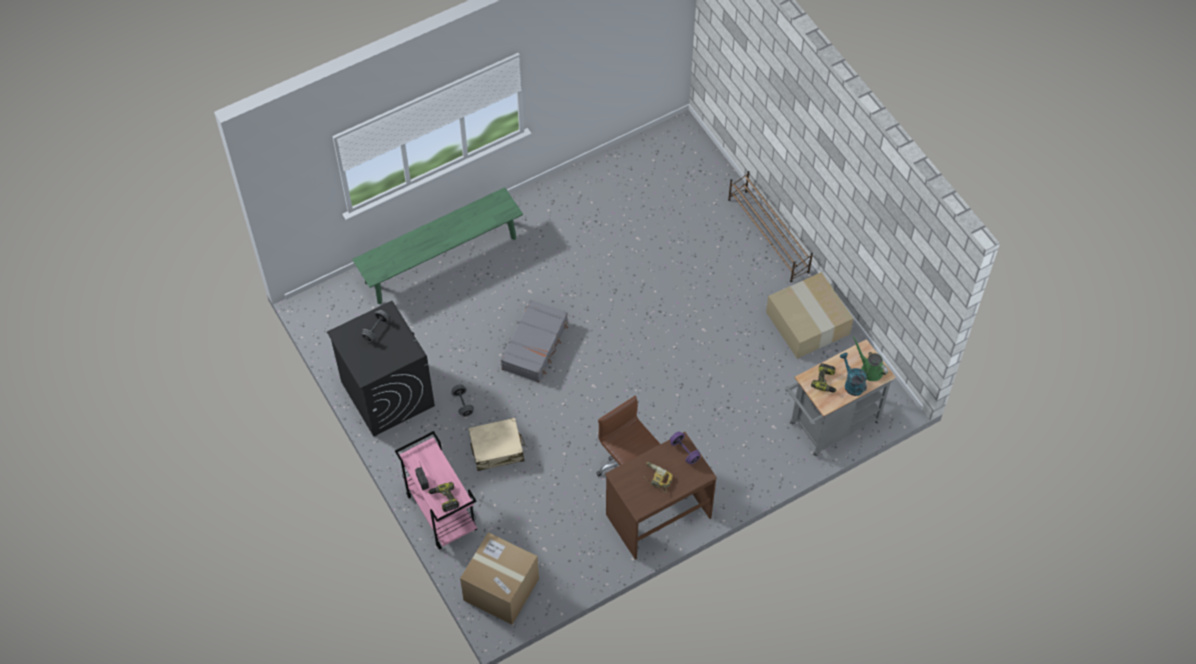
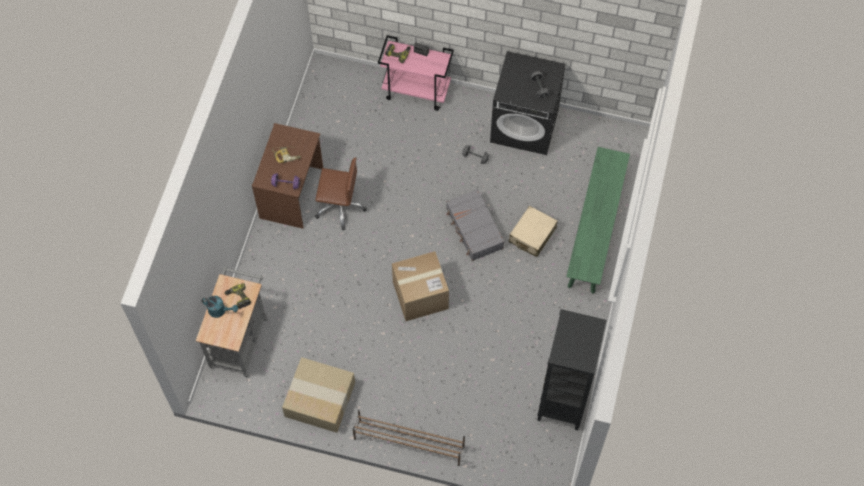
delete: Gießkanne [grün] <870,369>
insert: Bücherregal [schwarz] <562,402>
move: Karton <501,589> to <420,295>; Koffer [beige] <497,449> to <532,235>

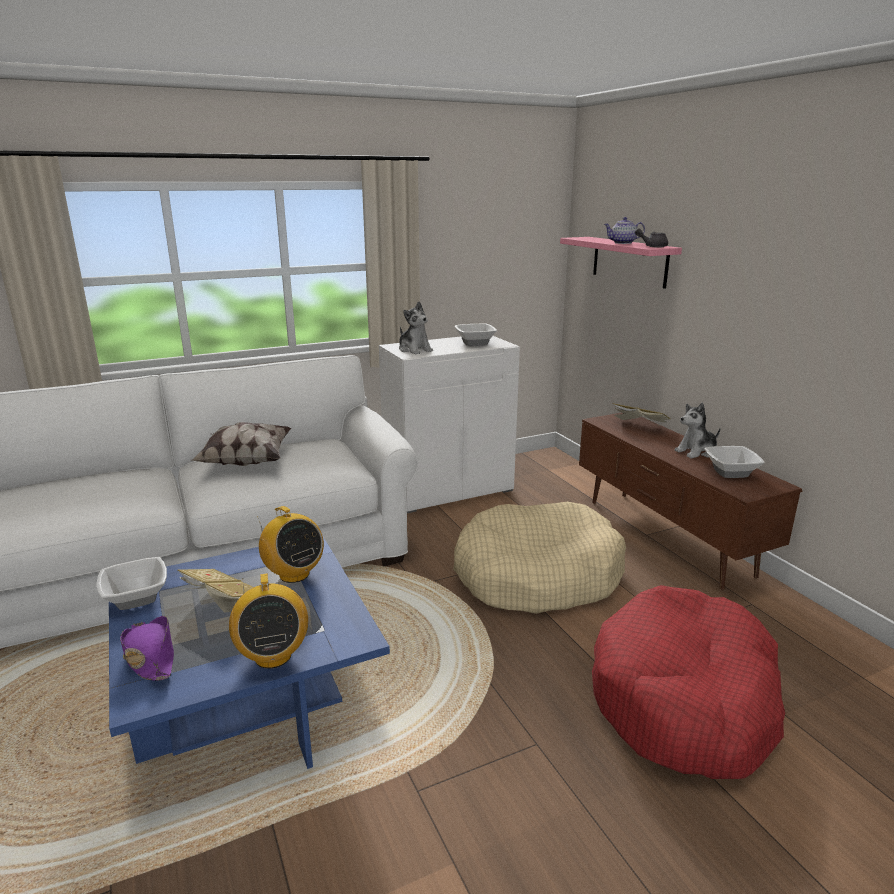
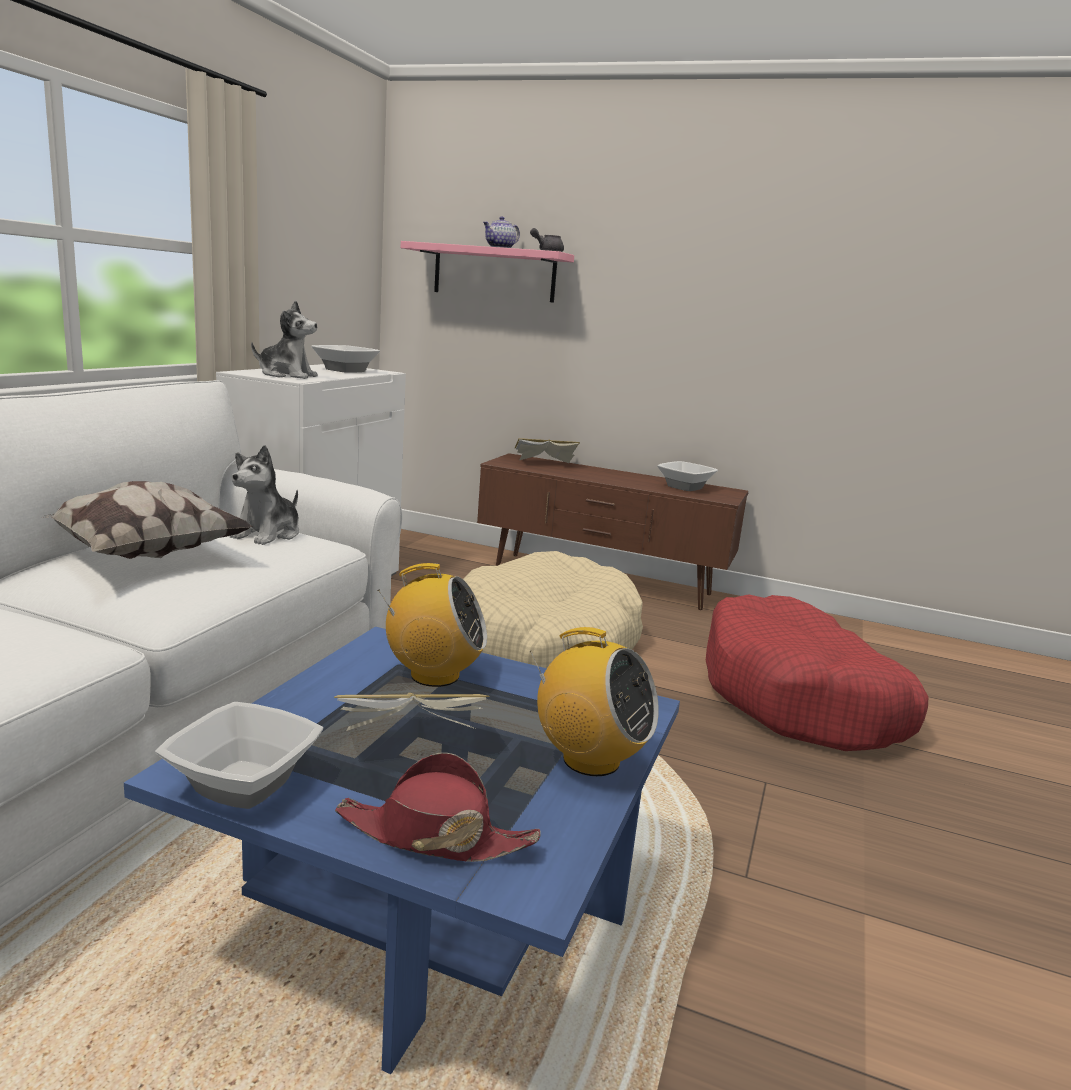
move: Plüschtier <696,452> to <268,534>
recolor: Hut [lila] <150,656> to Hut [rot] <434,835>

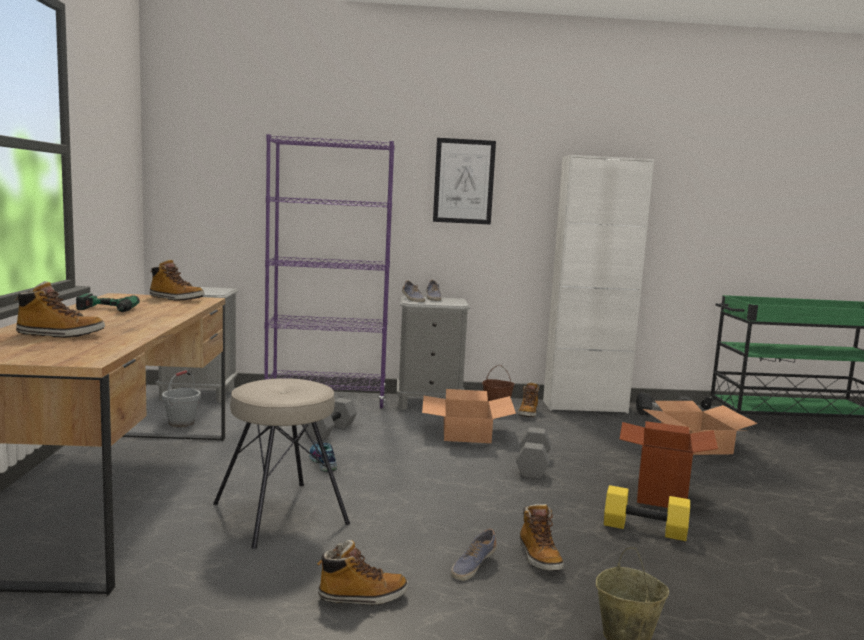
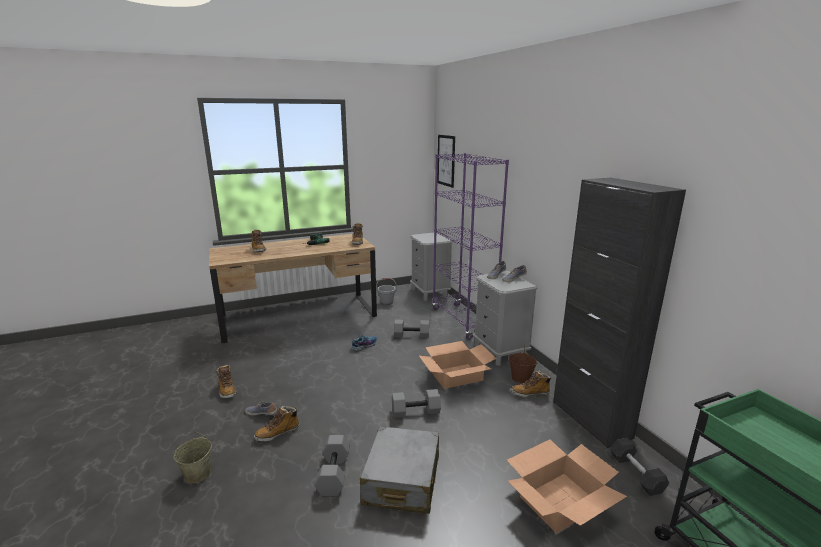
delete: Hocker [beige] <281,513>
move: Bild <464,181> to <446,160>
replace: Karton <660,495> to Koffer [grau] <402,480>
recolor: Hantel [gelb] <645,528> to Hantel [grau] <334,474>; Schrank [weiß] <584,406> to Schrank [schwarz] <591,419>

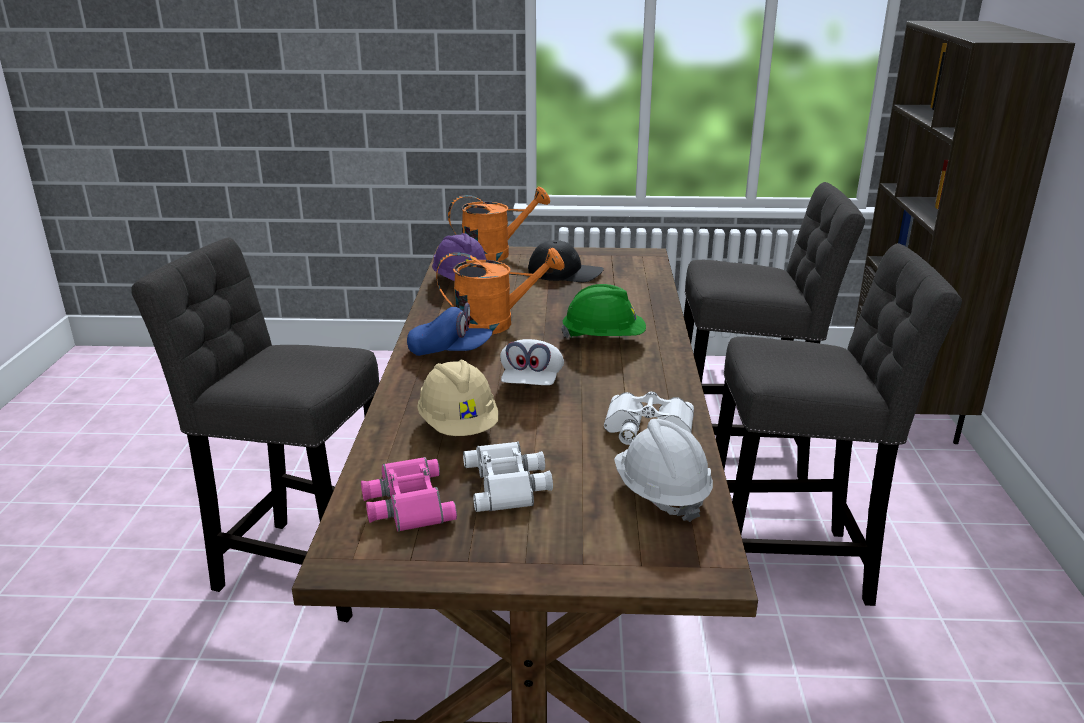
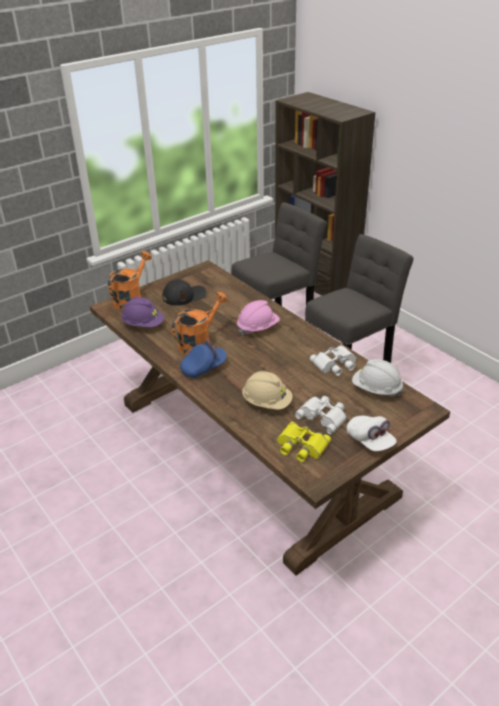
delete: Hocker [grau] <300,567>
move: Kappe [weiß] <531,383> to <370,441>
recolor: Schutzhelm [grün] <604,339> to Schutzhelm [rosa] <258,328>; Fernglas [rosa] <406,503> to Fernglas [gelb] <300,446>

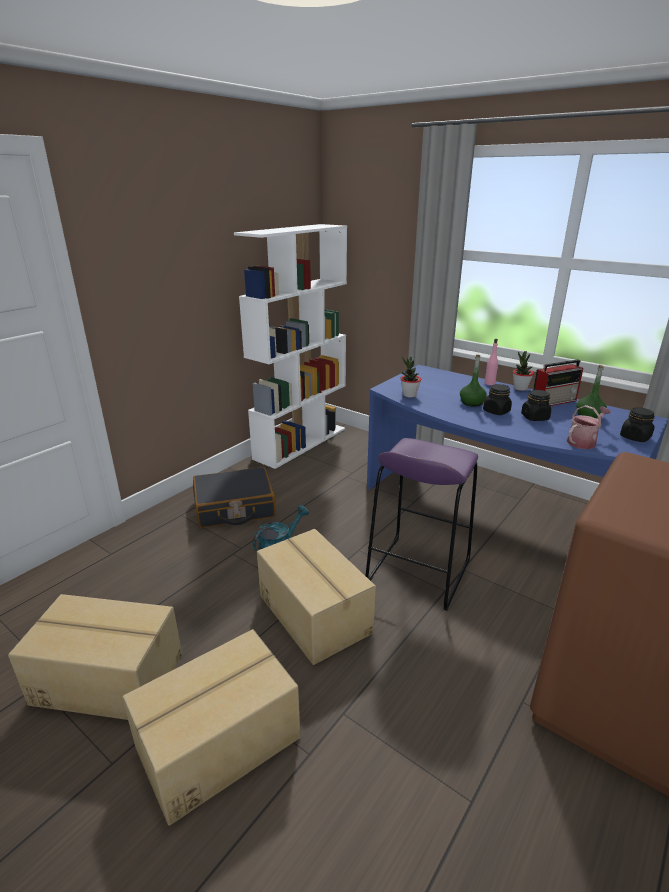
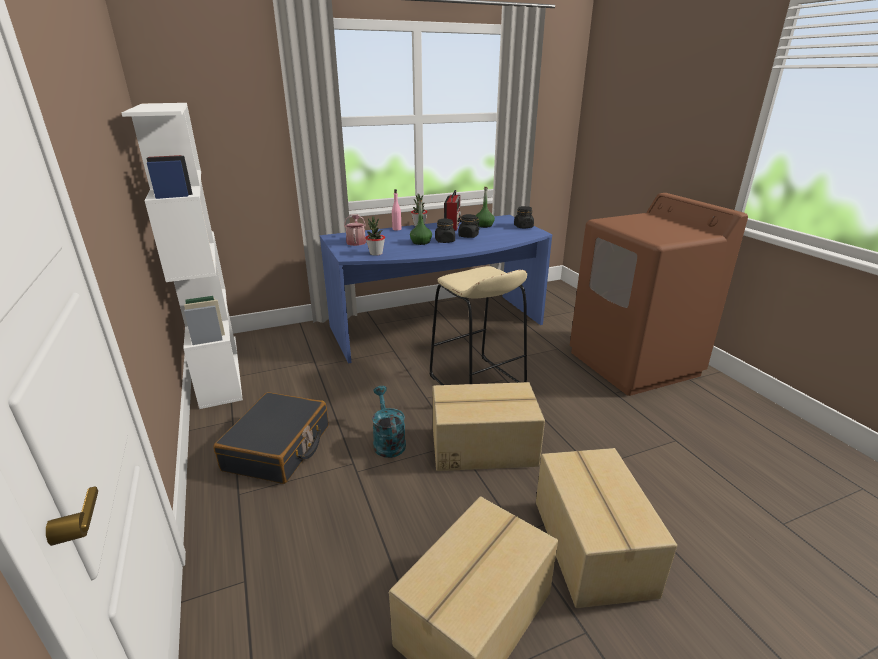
move: Gießkanne <583,441> to <356,241>
recolor: Hocker [lila] <418,571> to Hocker [beige] <476,382>

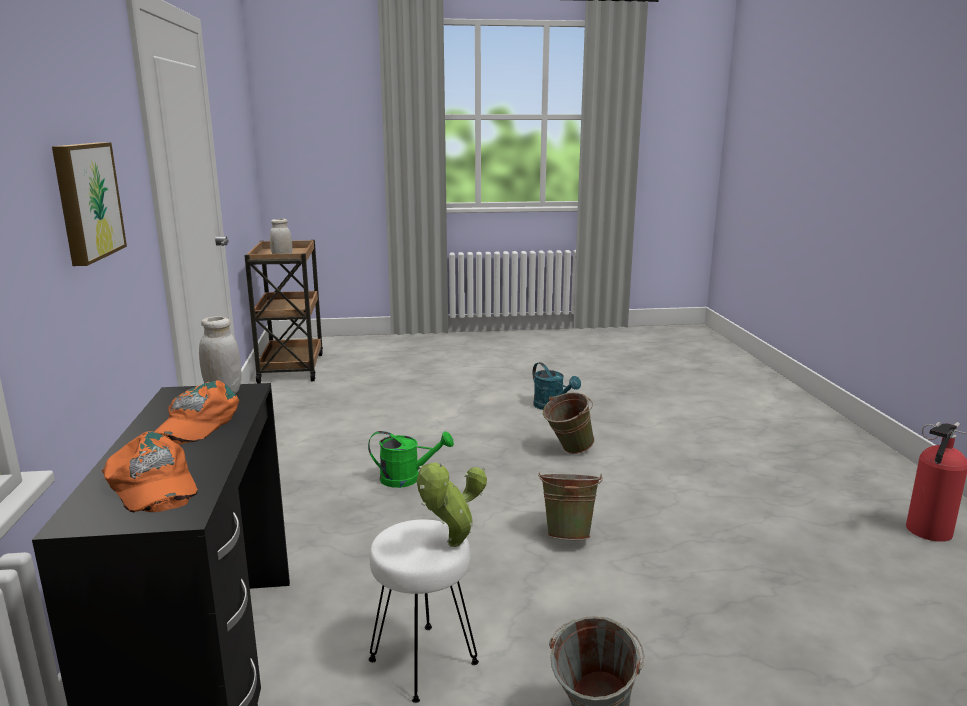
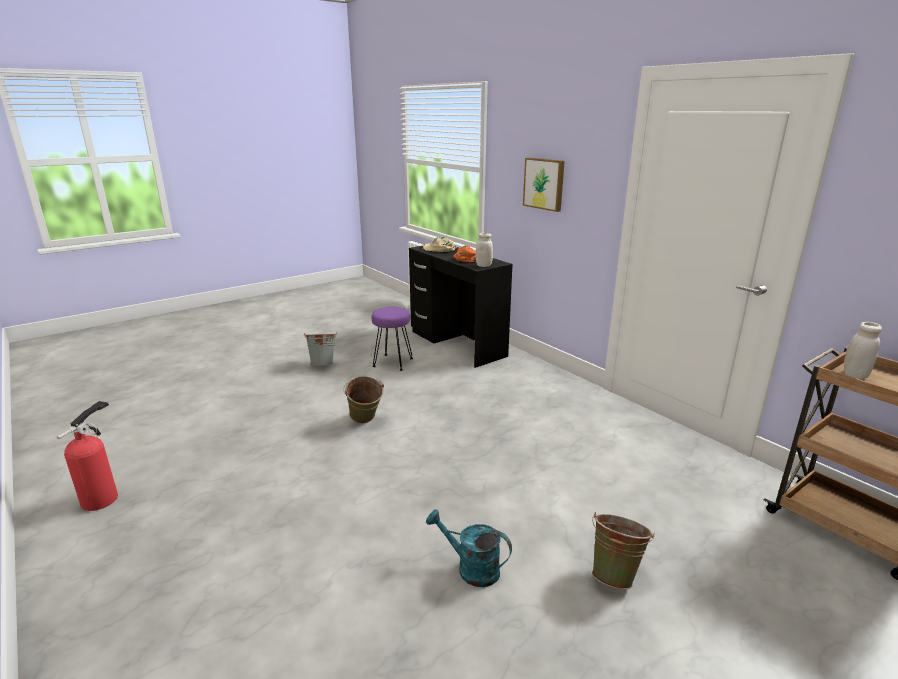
delete: Gießkanne [grün] <407,479>; Topfpflanze <451,546>
move: Eimer [grün] <567,451> to <615,574>
recolor: Hocker [weiß] <423,663> to Hocker [lila] <392,362>; Kappe [orange] <151,485> to Kappe [beige] <439,249>

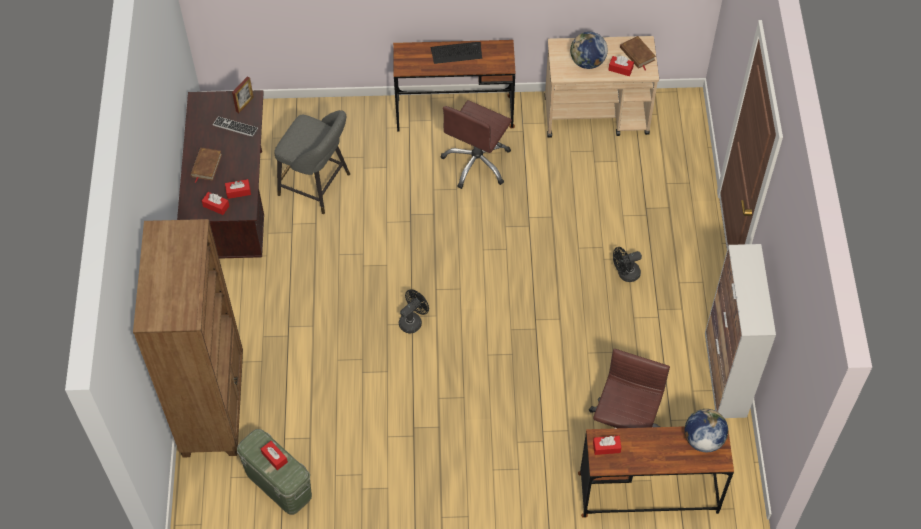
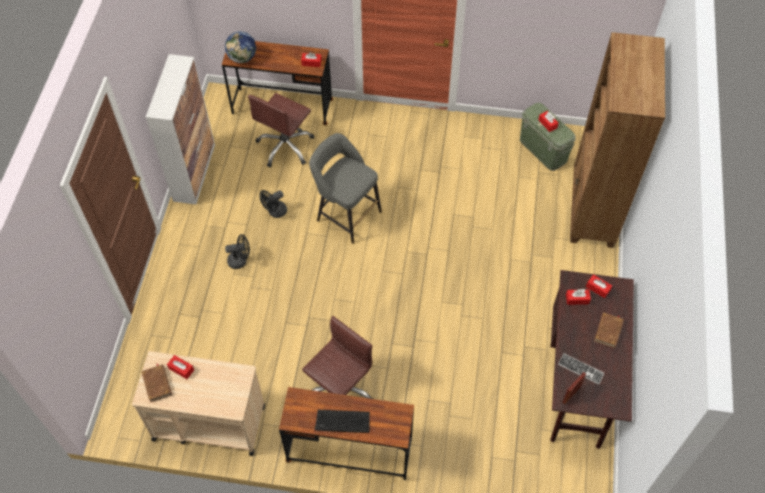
delete: Globus <587,62>
move: Ventilator [schwarz] <413,321> to <275,212>; Hocker [grau] <318,186> to <346,214>

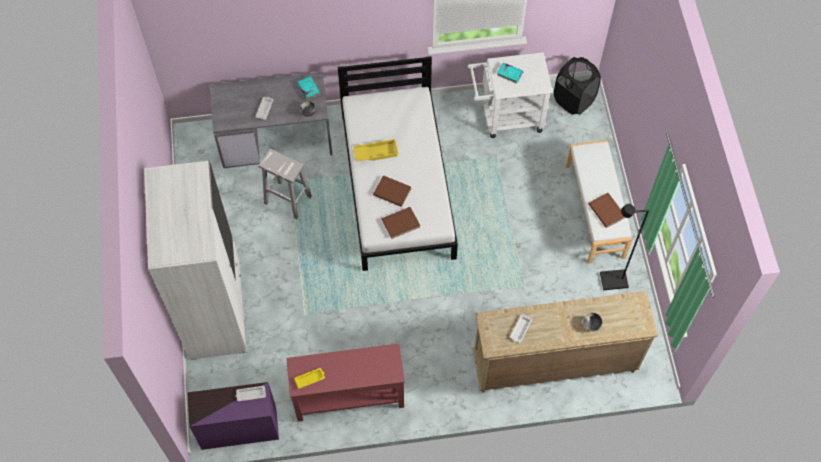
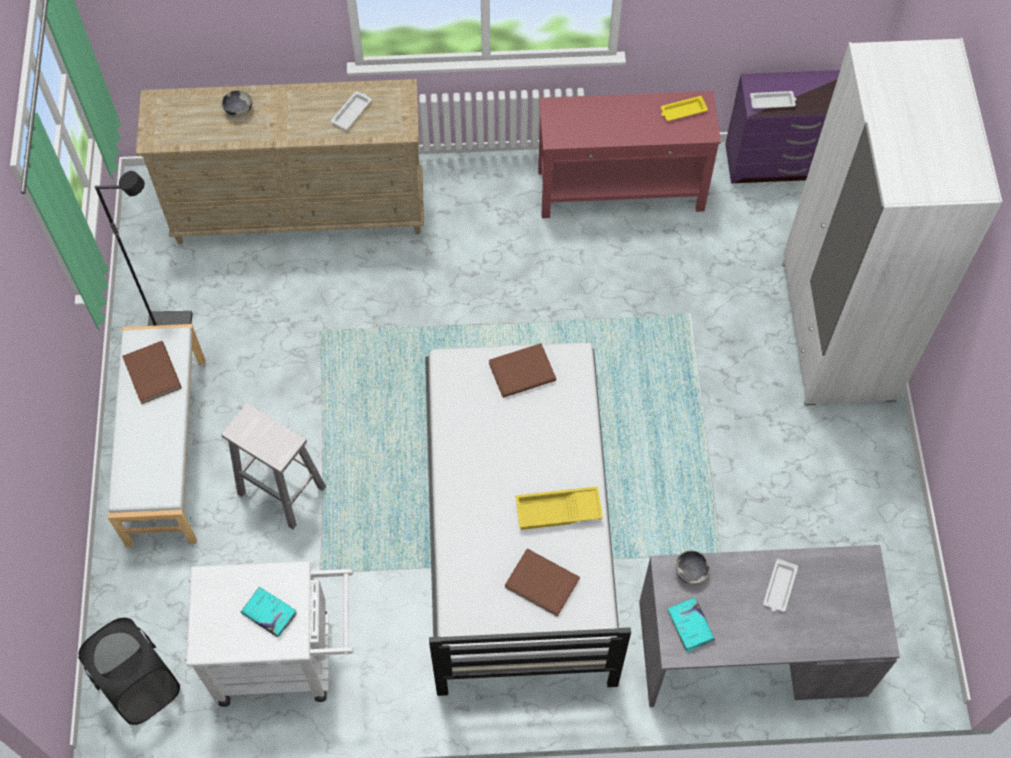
move: Hocker [weiß] <287,199> to <283,491>; Buch [braun] <392,191> to <541,584>

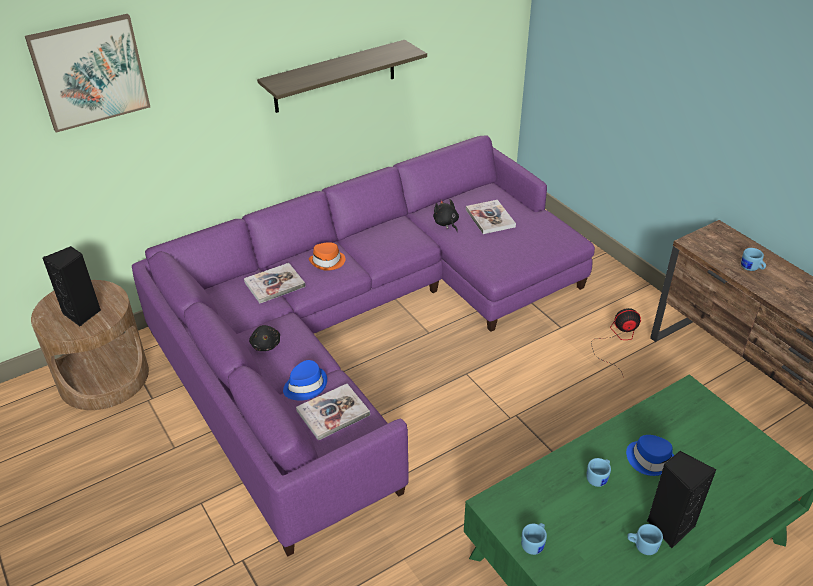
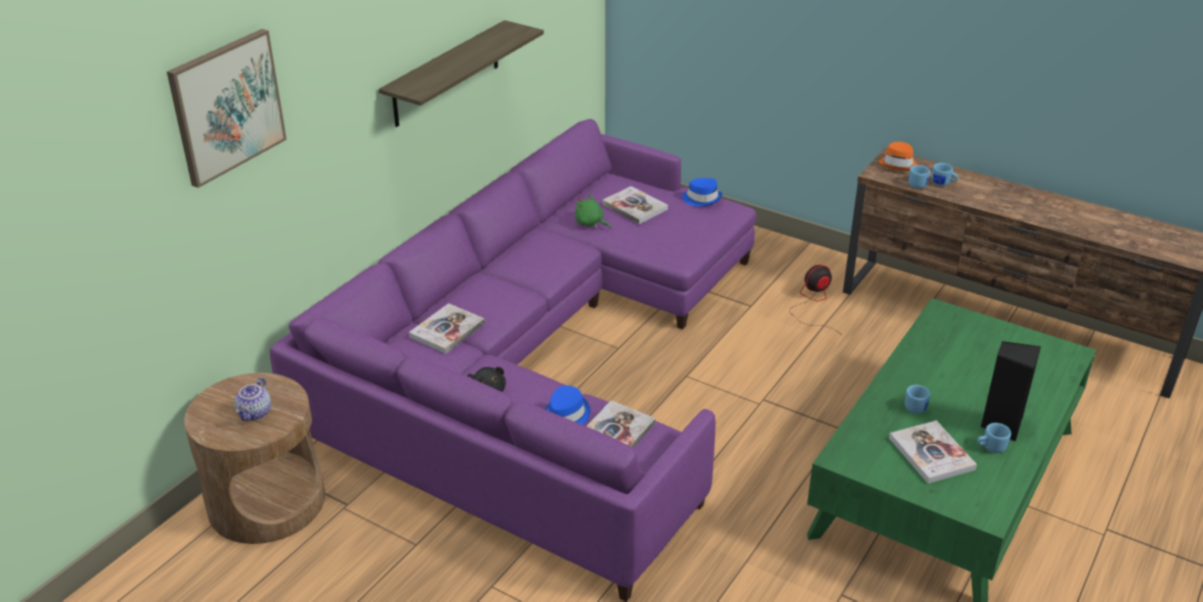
insert: Buch <931,454>
move: Hut [blau] <650,459> to <702,198>; Hut [orange] <328,262> to <898,164>; Henkelbecher [blau] <534,543> to <917,184>
replace: Lautsprecher [schwarz] <83,313> to Teekanne <255,413>
recolor: Plüschtier [schwarz] <446,223> to Plüschtier [grün] <590,223>

